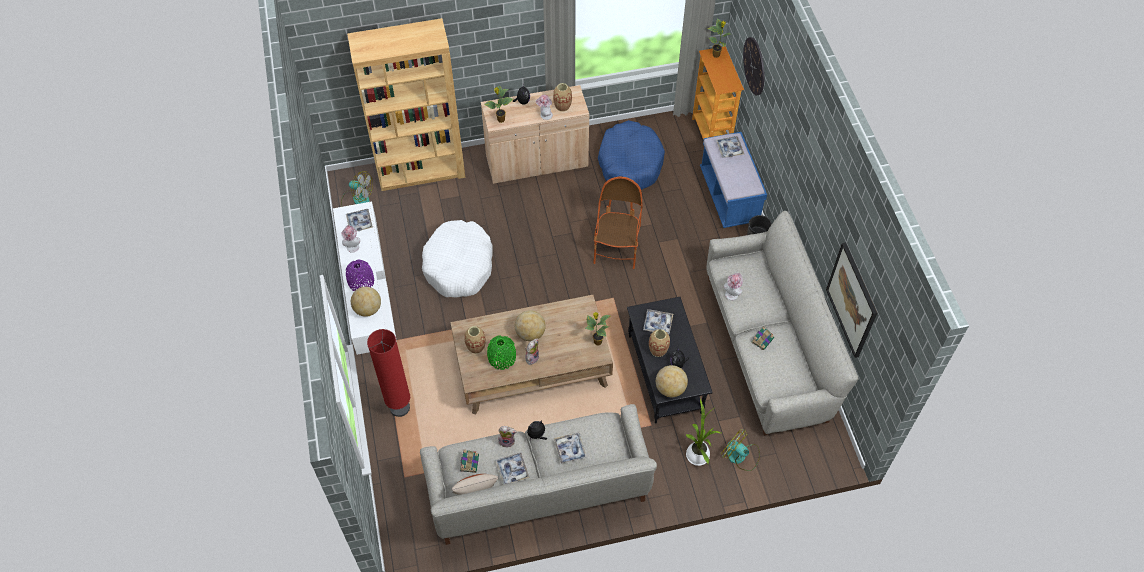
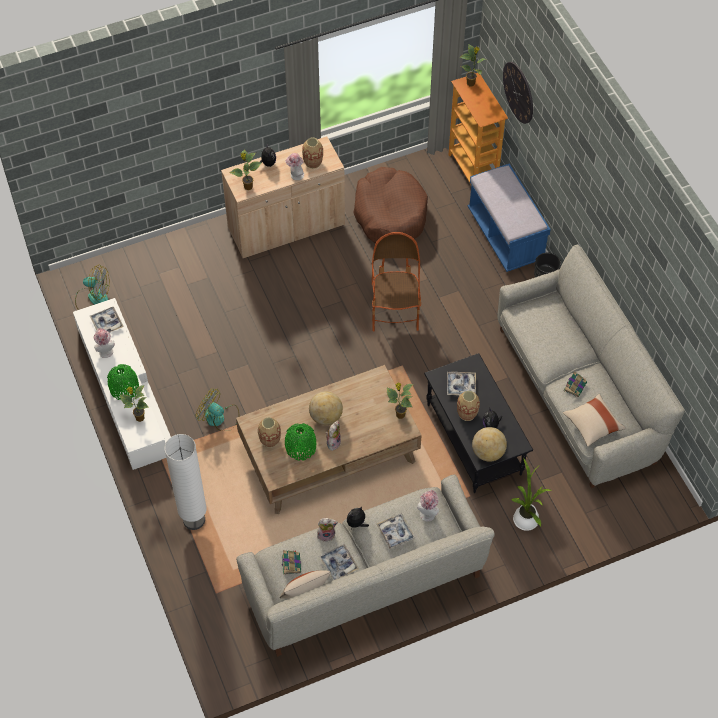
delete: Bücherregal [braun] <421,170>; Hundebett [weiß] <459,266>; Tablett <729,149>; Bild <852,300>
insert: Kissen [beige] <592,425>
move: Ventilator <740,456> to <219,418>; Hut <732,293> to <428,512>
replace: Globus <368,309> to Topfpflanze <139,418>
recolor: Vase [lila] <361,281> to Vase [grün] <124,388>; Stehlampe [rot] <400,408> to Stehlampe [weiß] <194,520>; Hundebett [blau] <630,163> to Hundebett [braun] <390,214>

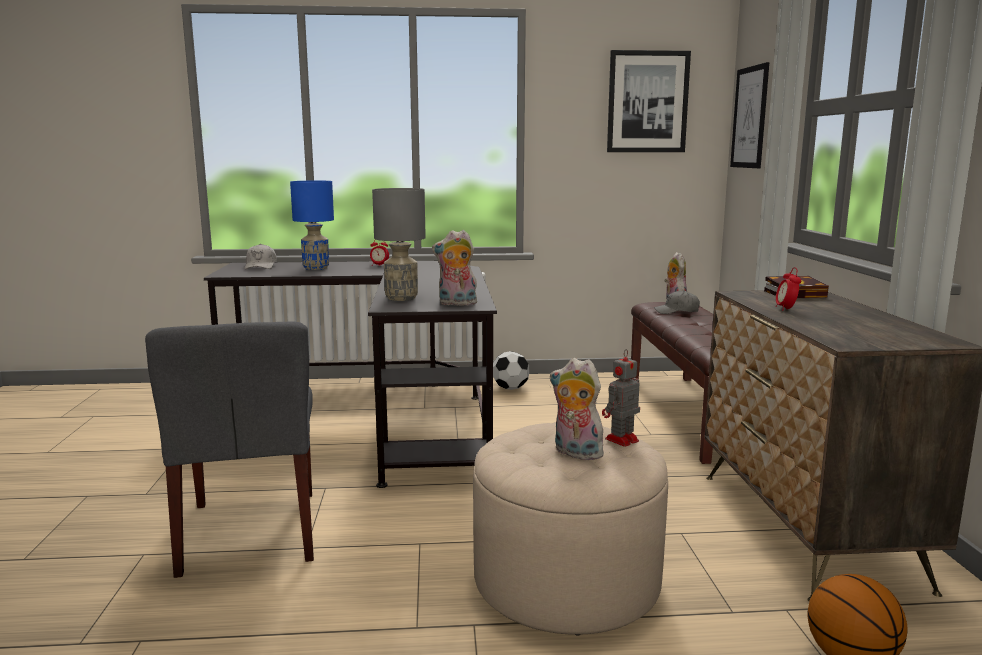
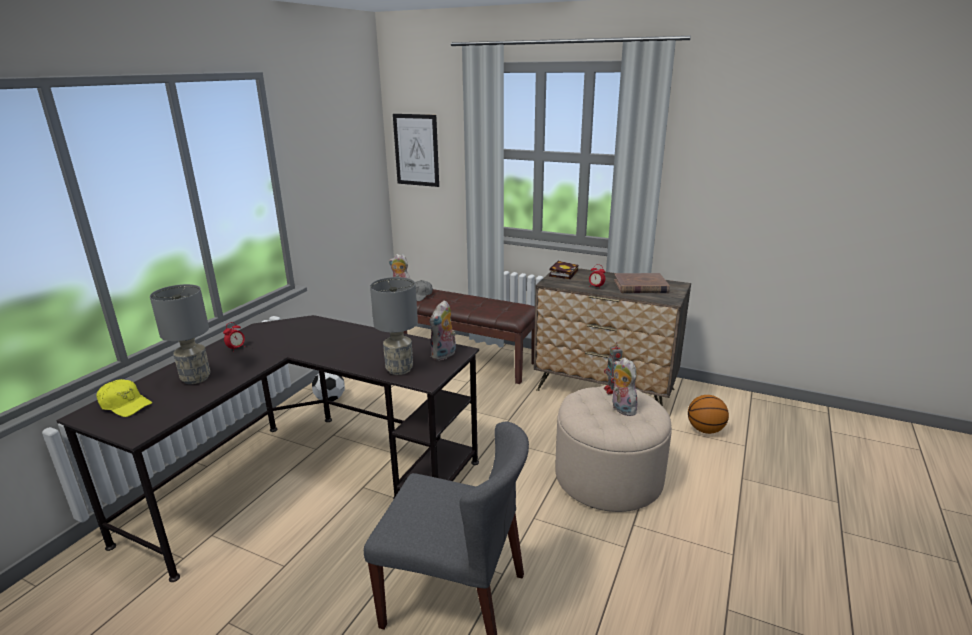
delete: Bild <647,102>
insert: Buch [braun] <640,286>
recolor: Kappe [weiß] <261,266> to Kappe [gelb] <125,405>; Tischlampe [blau] <315,268> to Tischlampe [grau] <196,379>
rotate: Plüschtier <575,453> = <621,409> 90 degrees clockwise

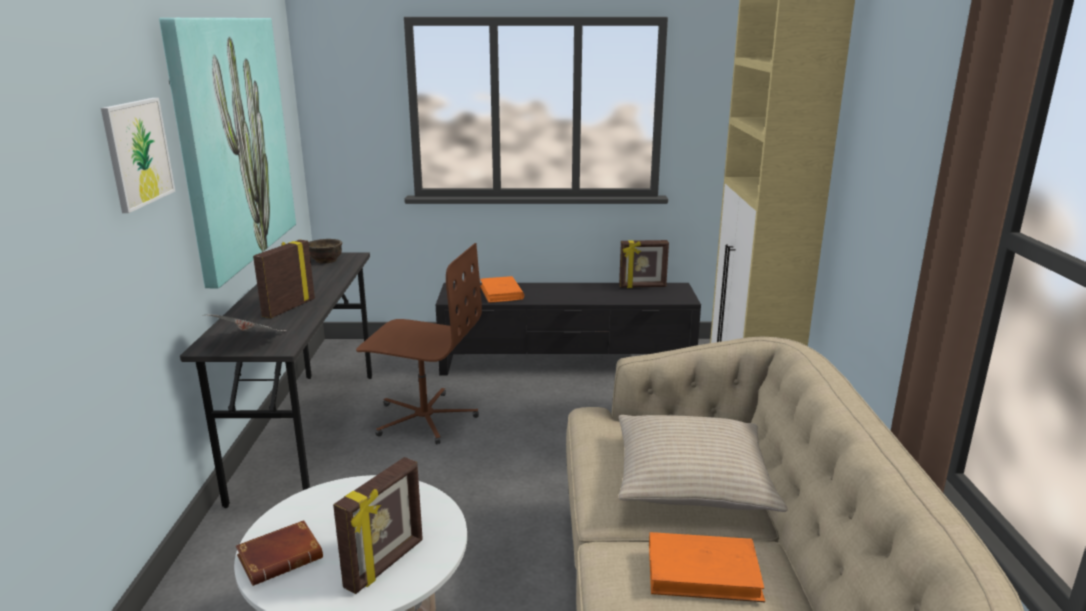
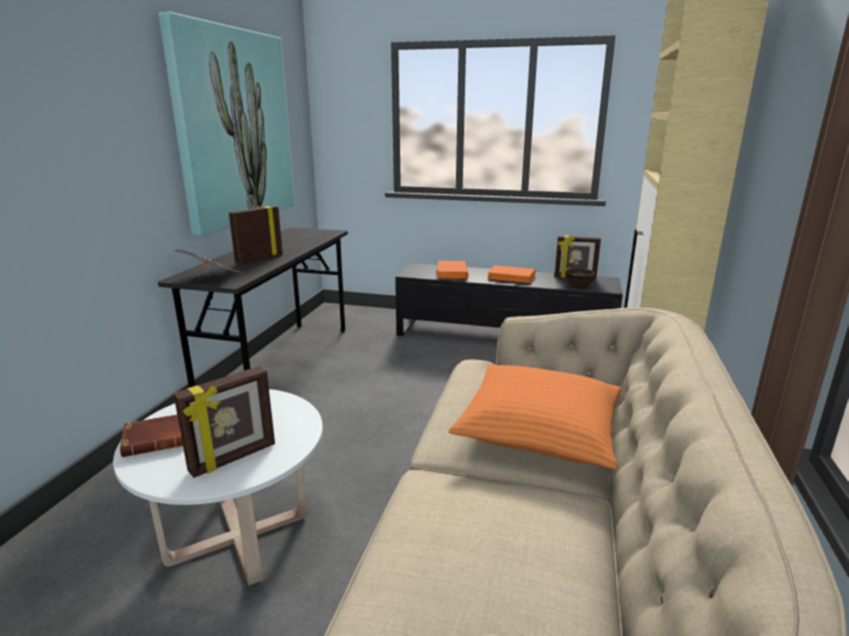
delete: Bild <138,153>; Bürostuhl [braun] <424,418>
move: Buch [orange] <703,572> to <511,277>; Schüssel [braun] <325,260> to <578,286>
recolor: Kissen [beige] <692,479> to Kissen [orange] <540,429>

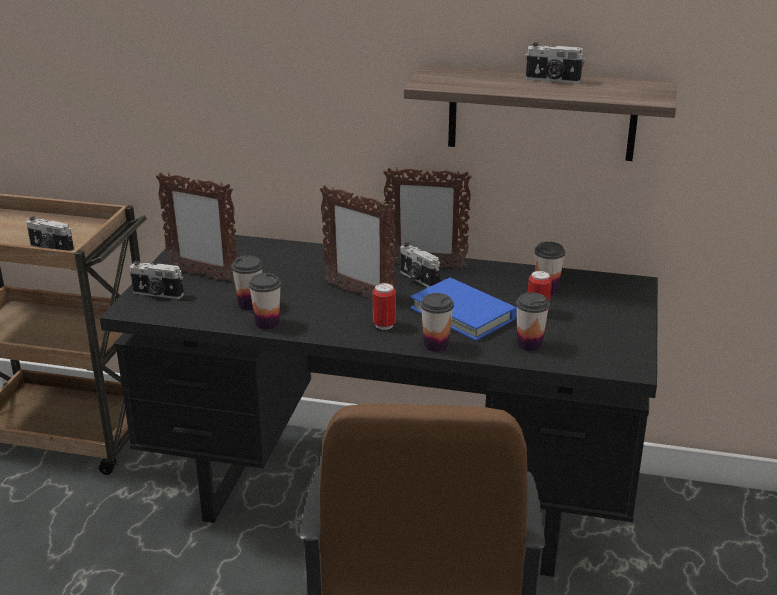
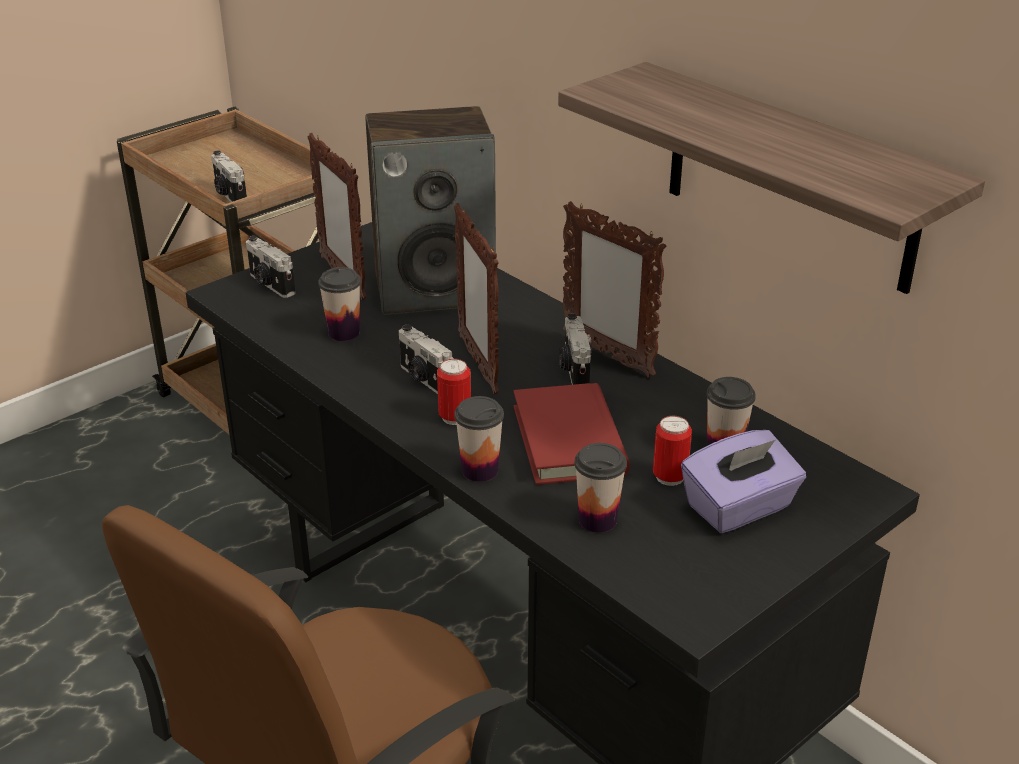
delete: Tasse <267,323>
insert: Lautsprecher <435,290>; Taschentuchbox [lila] <739,508>
move: Kamera <552,80> to <425,379>
recolor: Buch [blau] <463,313> to Buch [rot] <569,440>

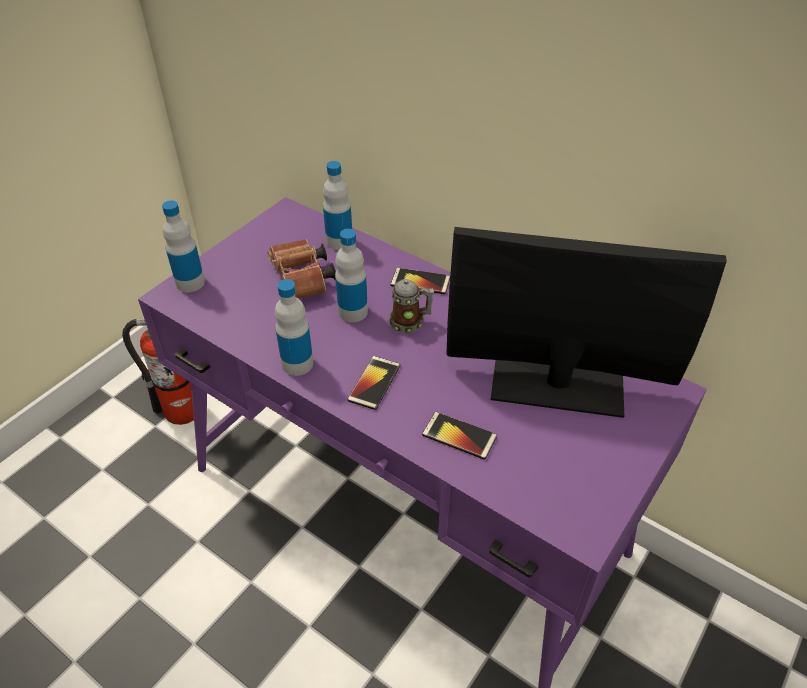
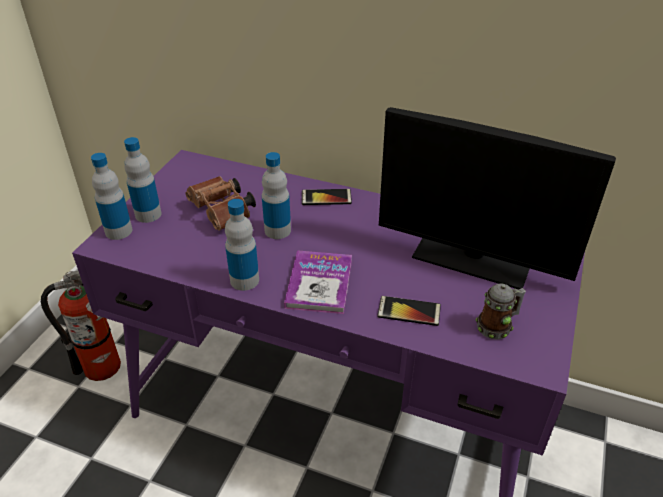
move: Flasche <339,241> to <148,214>; Henkelbecher <410,322> to <497,326>
replace: Handy <374,383> to Buch <319,283>
rotate: Monitor <557,386> = <472,258> 150 degrees counterclockwise

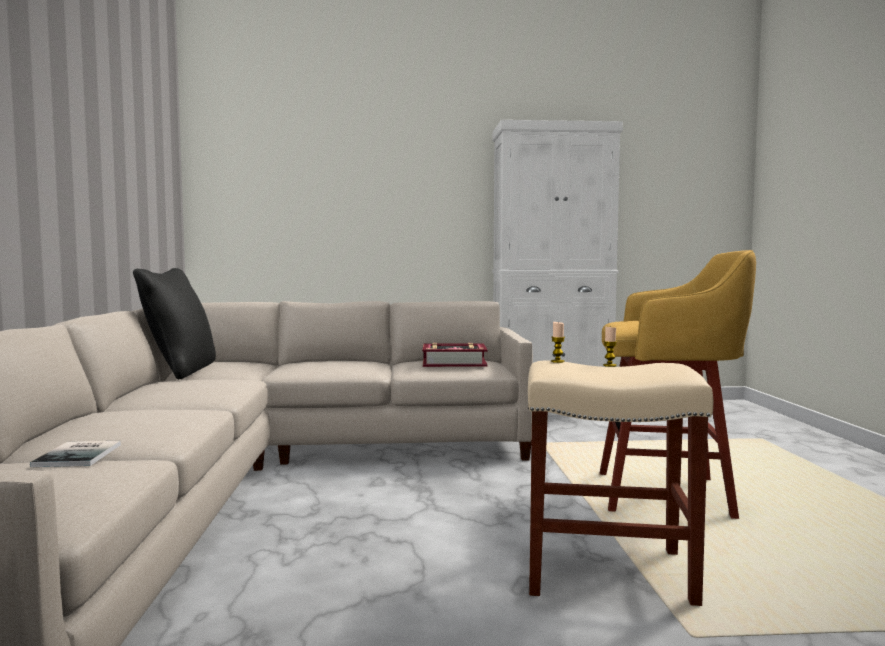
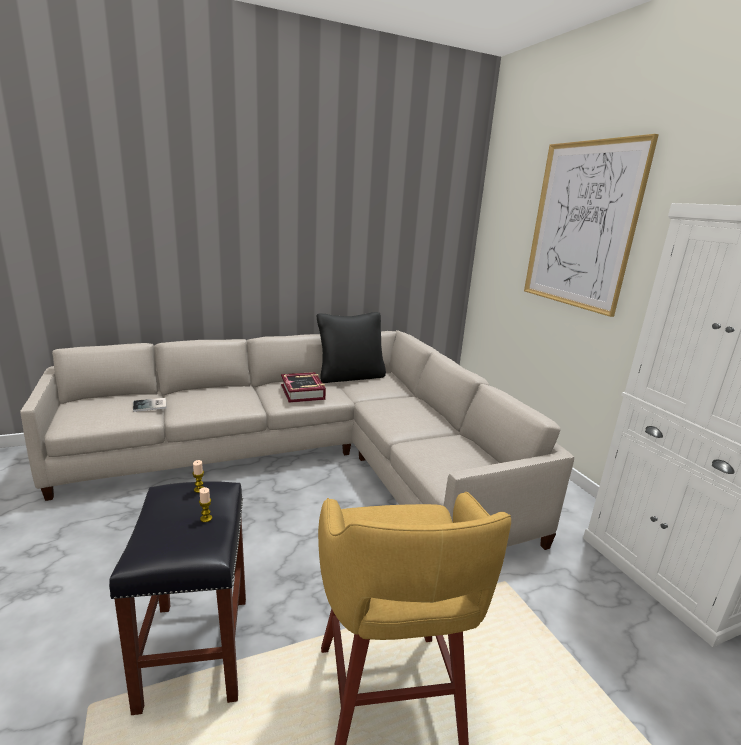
insert: Bild <581,226>
move: Buch <454,363> to <303,392>
recolor: Hocker [beige] <609,572> to Hocker [schwarz] <196,652>

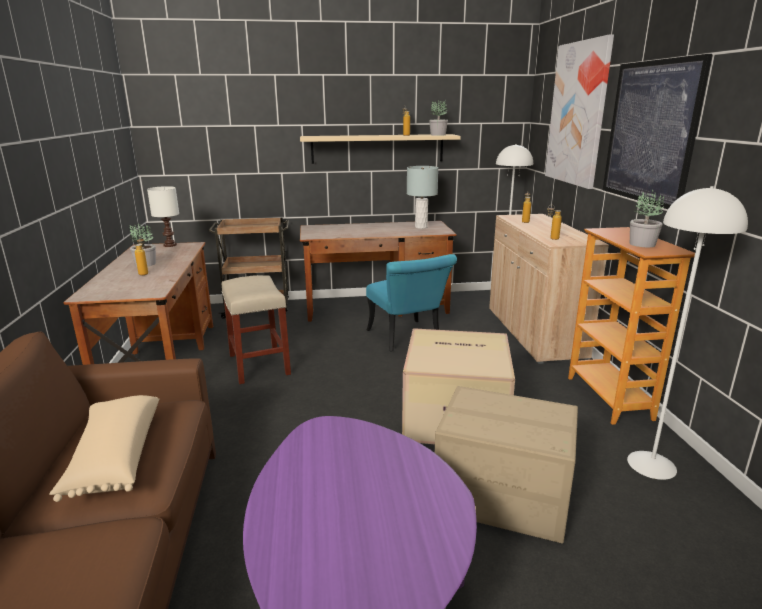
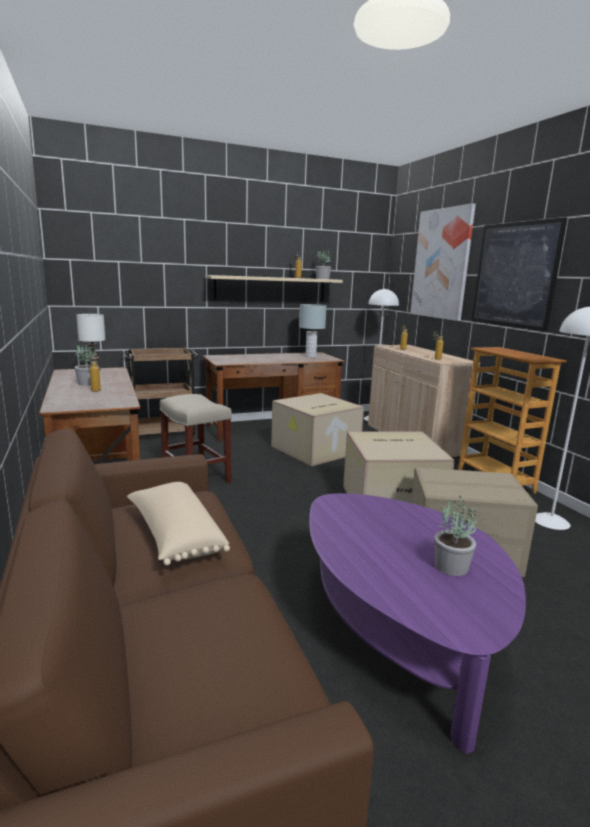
move: Topfpflanze <641,244> to <450,566>
replace: Stuhl [türkis] <407,339> to Karton <315,450>

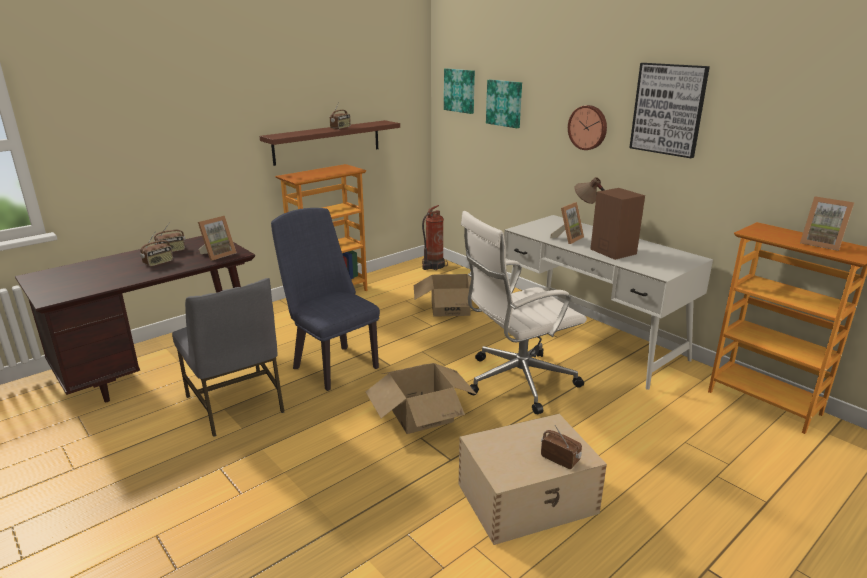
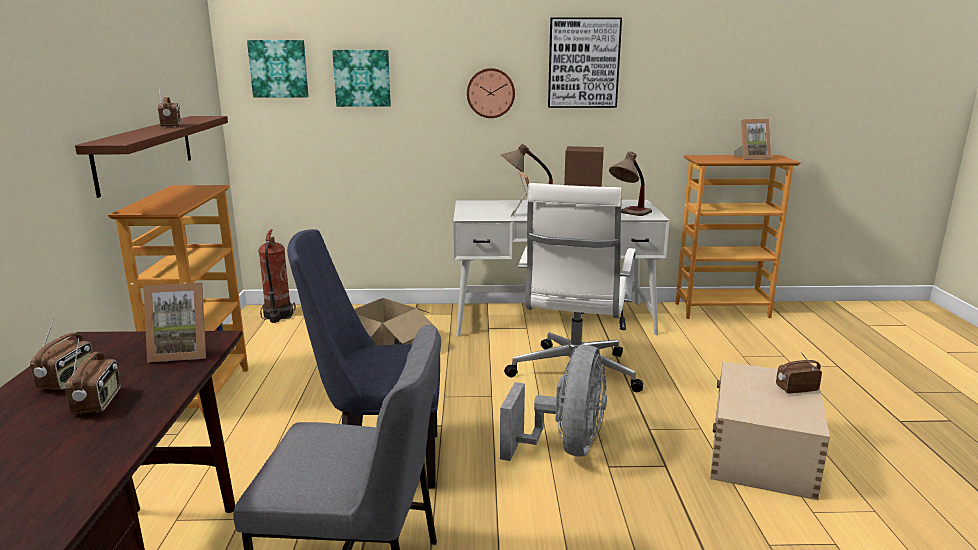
insert: Tischlampe <629,215>
replace: Karton <421,414> to Ventilator [grau] <565,447>
rotate: Bilderrahmen <218,255> = <182,352> 90 degrees clockwise

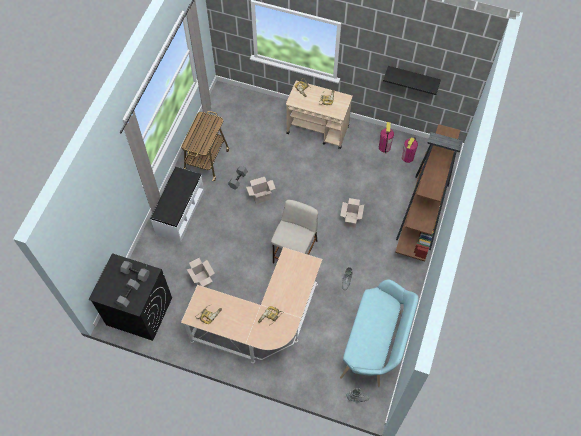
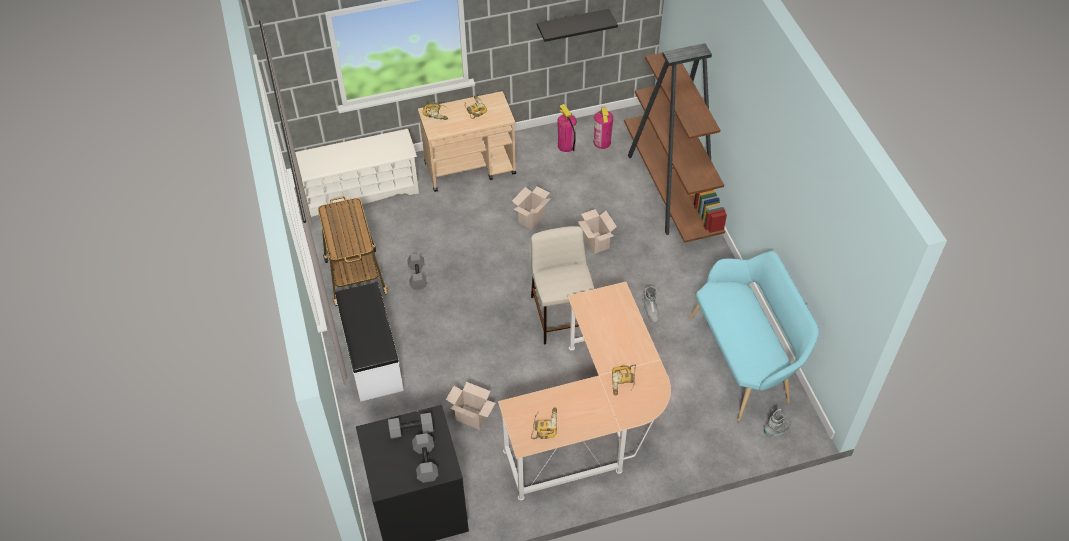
insert: Schuhregal [weiß] <360,191>
move: Karton <261,196> to <531,218>

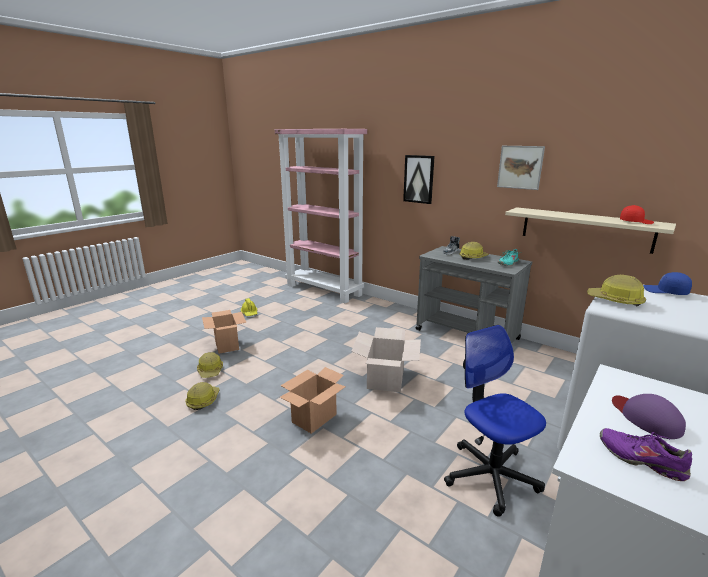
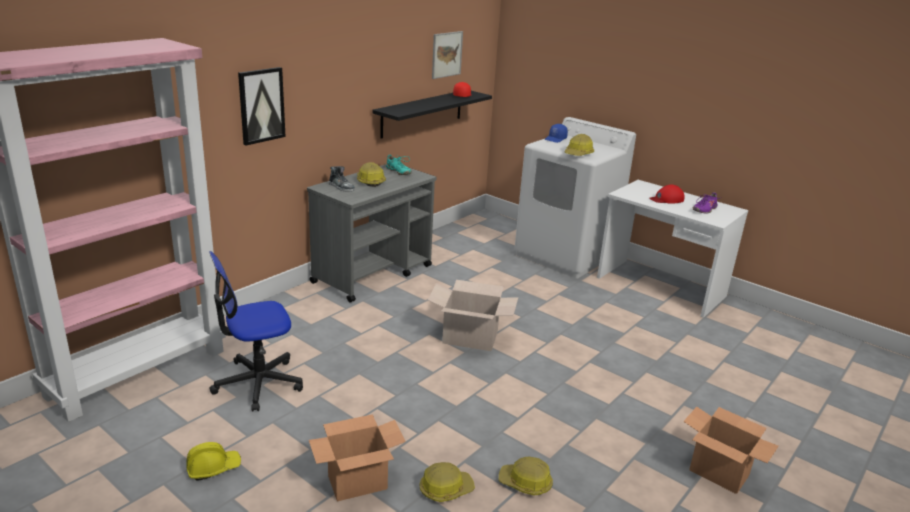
move: Bürostuhl <490,475> to <258,383>; Bild <520,167> to <446,54>; Karton <314,419> to <719,473>
recolor: Wandregal [beige] <585,229> to Wandregal [schwarz] <422,113>; Kappe [lila] <646,418> to Kappe [rot] <666,199>

